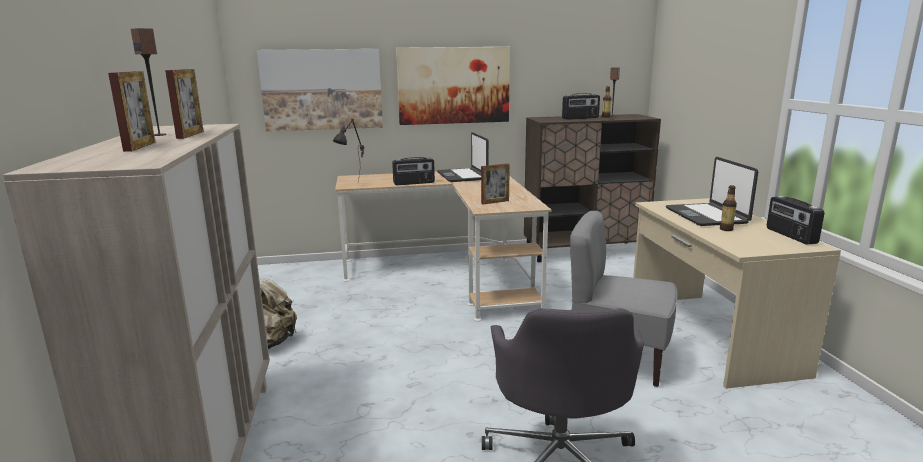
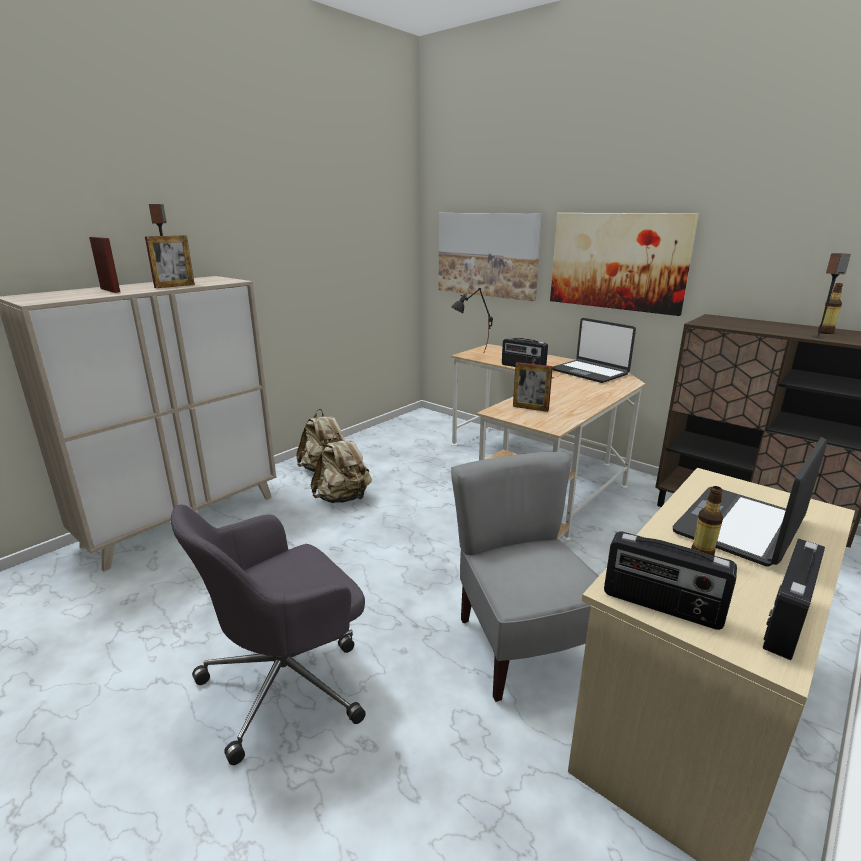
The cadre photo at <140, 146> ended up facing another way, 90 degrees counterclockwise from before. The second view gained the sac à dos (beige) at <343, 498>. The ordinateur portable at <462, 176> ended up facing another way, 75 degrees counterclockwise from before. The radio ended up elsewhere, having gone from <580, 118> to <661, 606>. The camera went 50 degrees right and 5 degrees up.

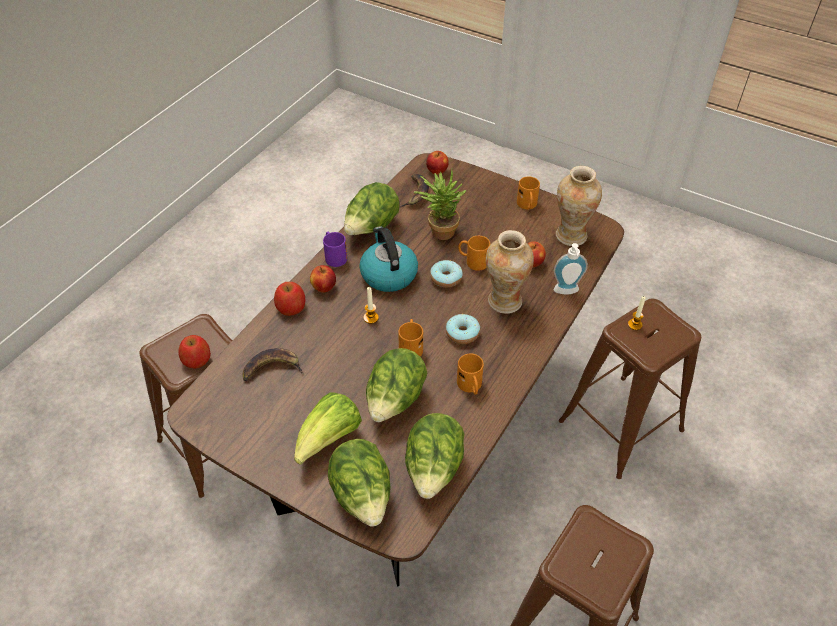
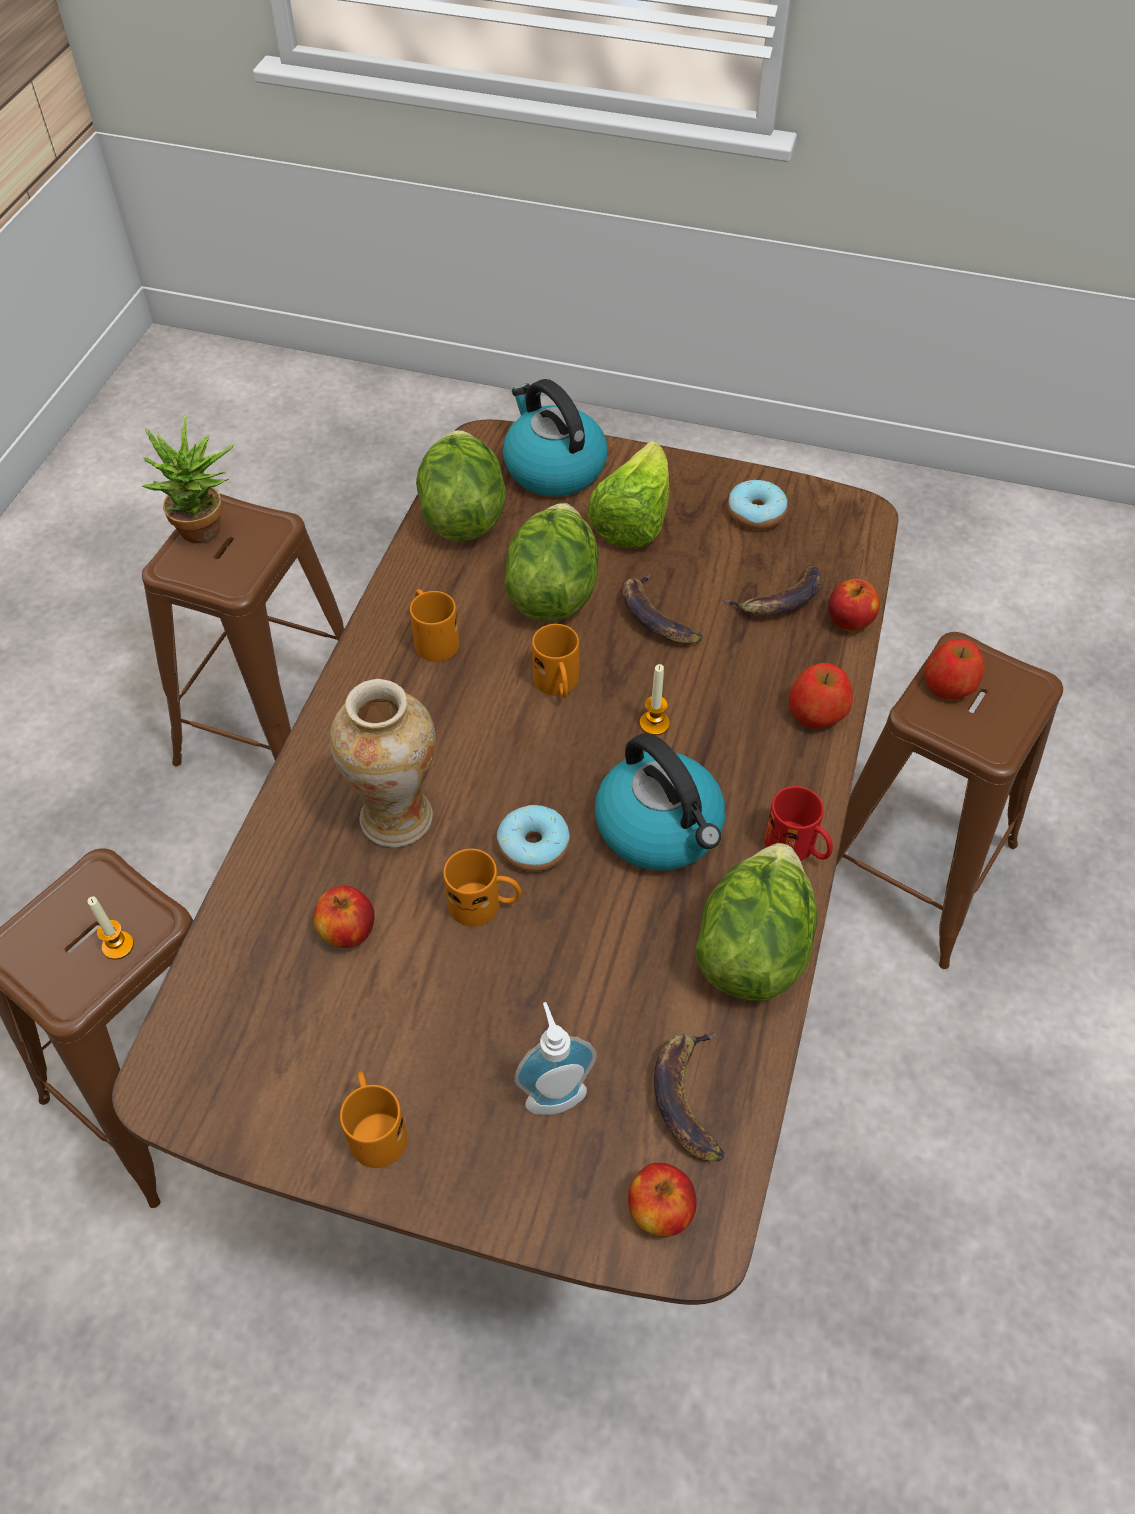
The plante en pot ended up elsewhere, having gone from <439, 230> to <207, 533>. Where the laitue stood at <363, 496>, the bouilloire came to stand at <553, 468>. The distributeur de savon ended up elsewhere, having gone from <566, 292> to <553, 1091>. The second view gained the banane at <656, 617>. The beignet ended up elsewhere, having gone from <462, 333> to <756, 513>. What was the mug (violet) at <334, 256> turned into the mug (rouge) at <798, 847>. The pomme ended up elsewhere, having gone from <324, 287> to <849, 621>. The second view lost the vase at <571, 236>. The camera went 165 degrees right and 5 degrees up.

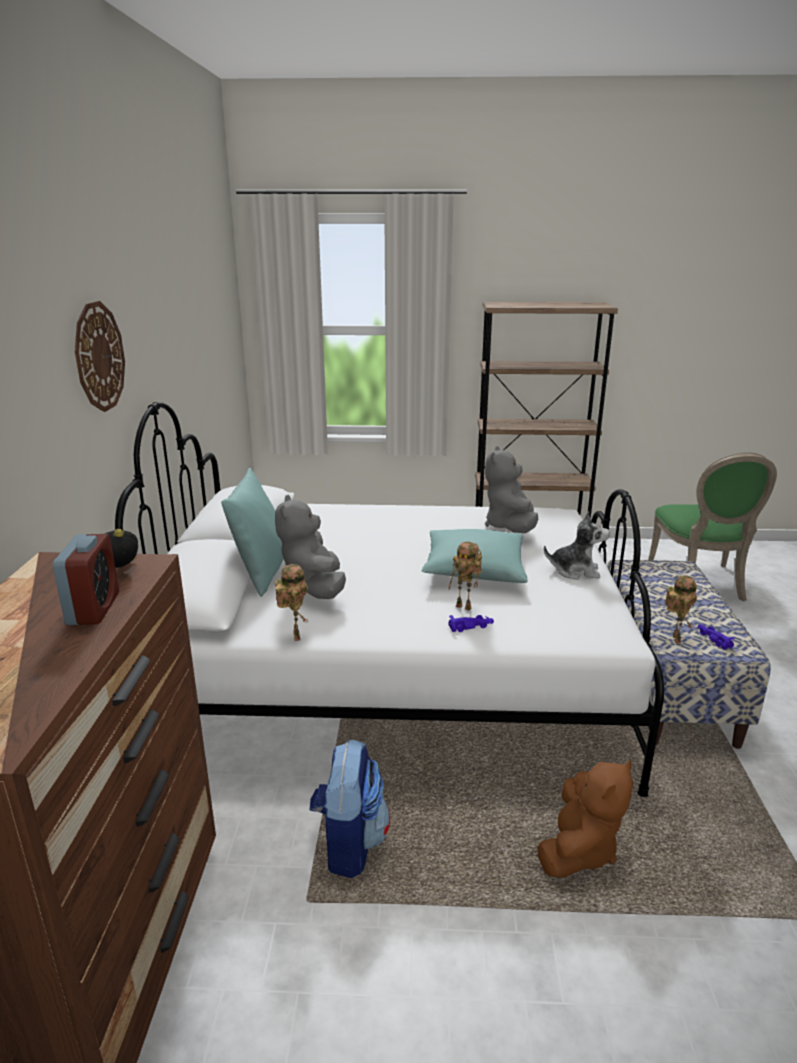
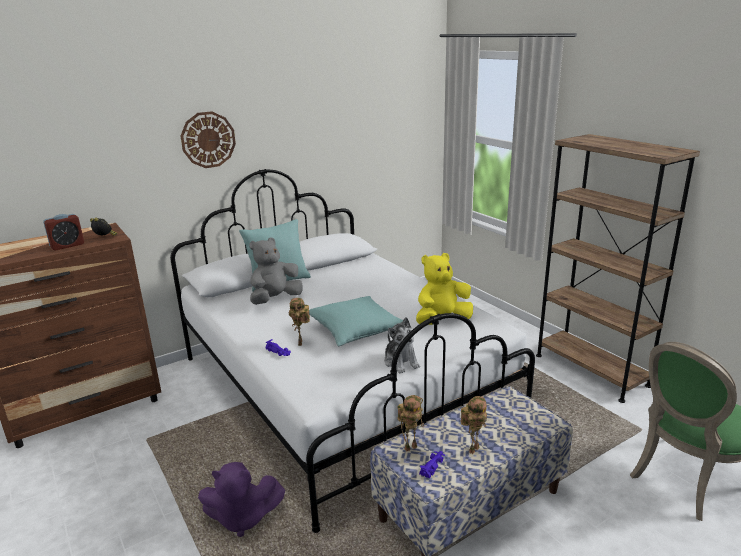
What was the peluche (marron) at <579, 849> turned into the peluche (violet) at <242, 518>. What was the peluche (gris) at <510, 527> turned into the peluche (jaune) at <442, 320>. The robot jouet ended up elsewhere, having gone from <294, 636> to <473, 448>. The second view lost the sac à dos at <349, 843>. The camera went 55 degrees right and 0 degrees up.

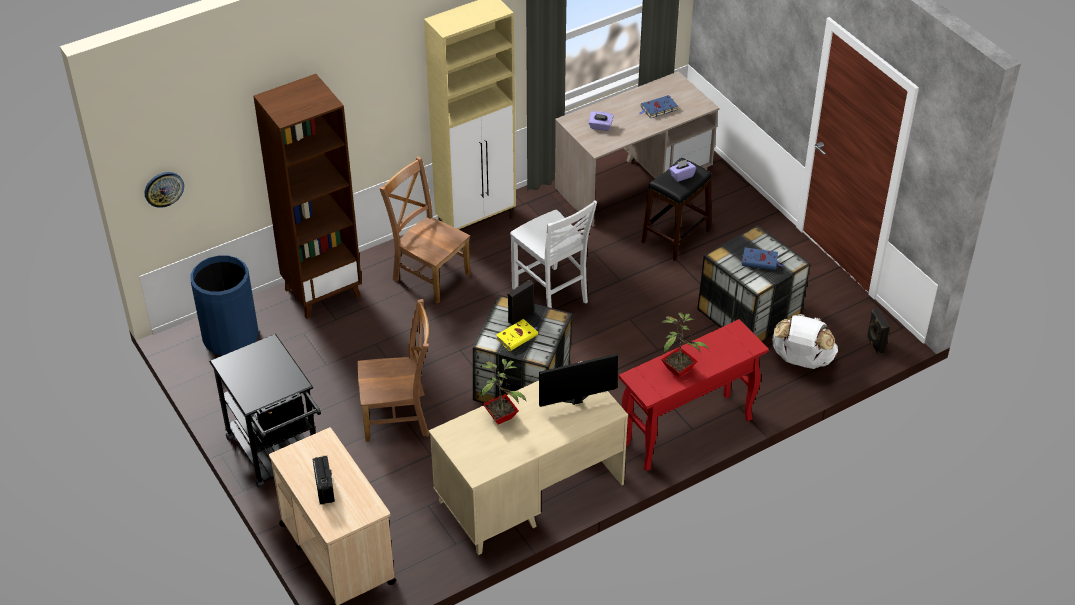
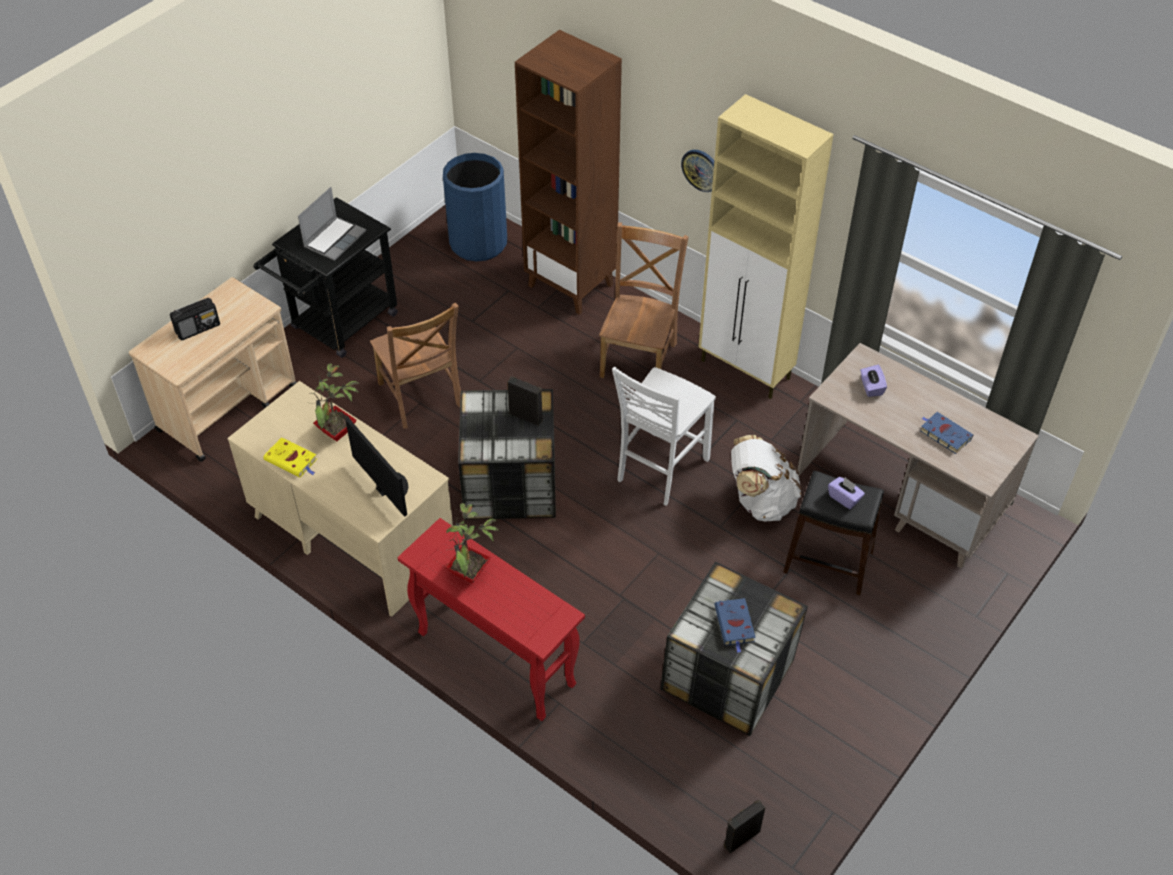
The livre (jaune) ended up elsewhere, having gone from <517, 336> to <292, 460>. The second view gained the ordinateur portable at <334, 239>. The horloge murale ended up elsewhere, having gone from <163, 188> to <702, 170>. The sac à dos (blanc) ended up elsewhere, having gone from <801, 360> to <760, 501>. The camera went 70 degrees right and 5 degrees up.

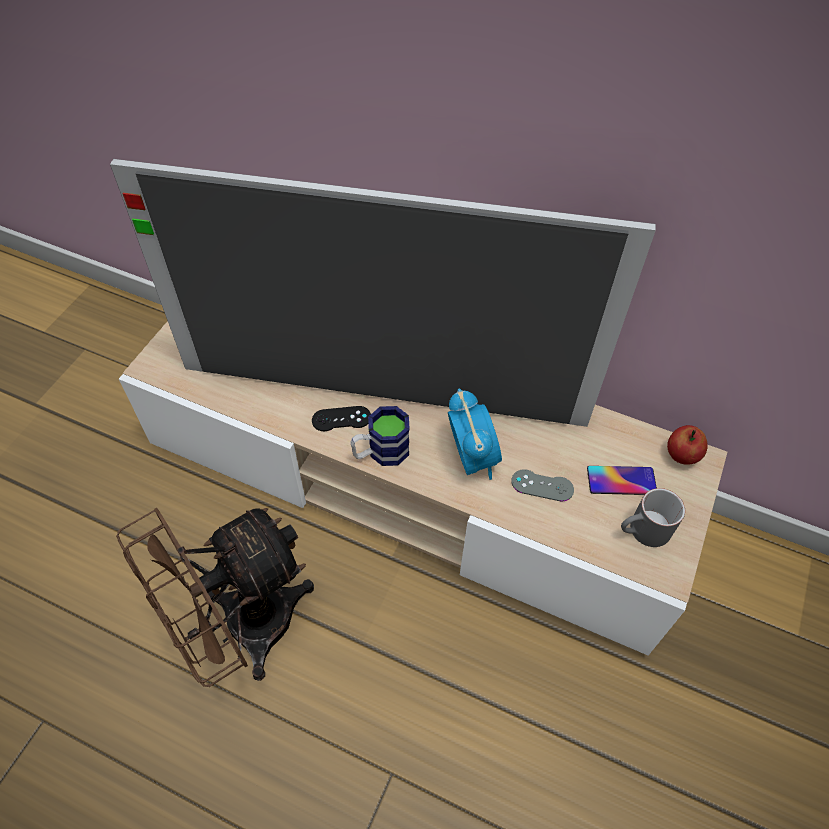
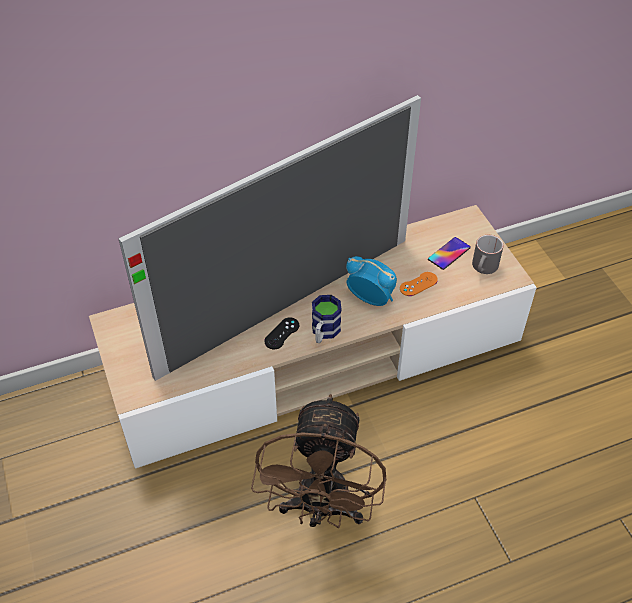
What was the manette (gris) at <542, 485> turned into the manette (orange) at <418, 284>. The second view lost the pomme at <681, 456>. The camera went 45 degrees left and 5 degrees down.

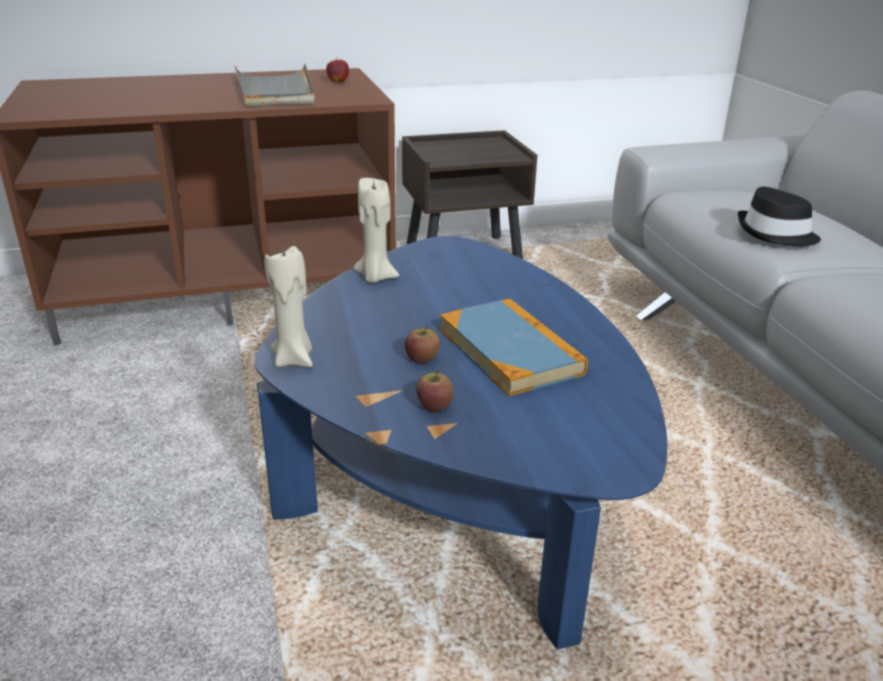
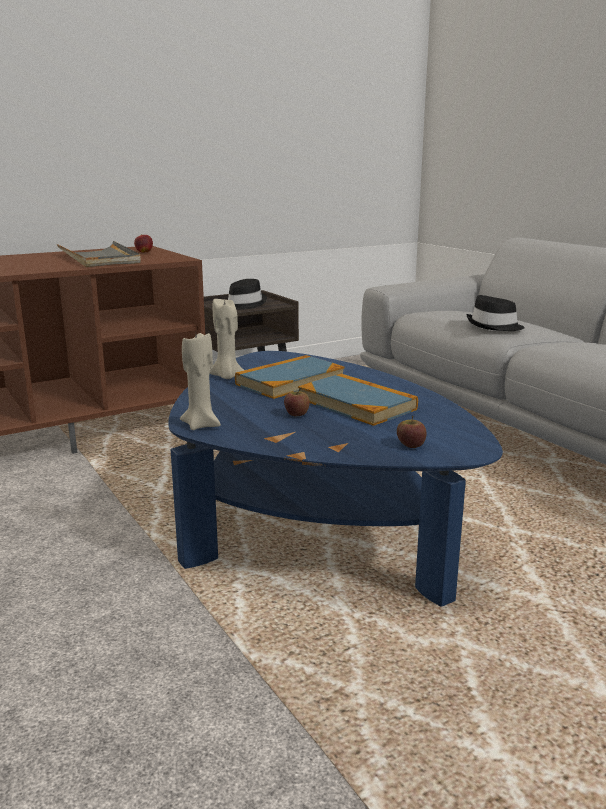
The second view gained the chapeau (noir) at <243, 305>. The second view gained the livre at <290, 381>. The pomme ended up elsewhere, having gone from <434, 405> to <410, 445>. The camera went 15 degrees left and 10 degrees down.

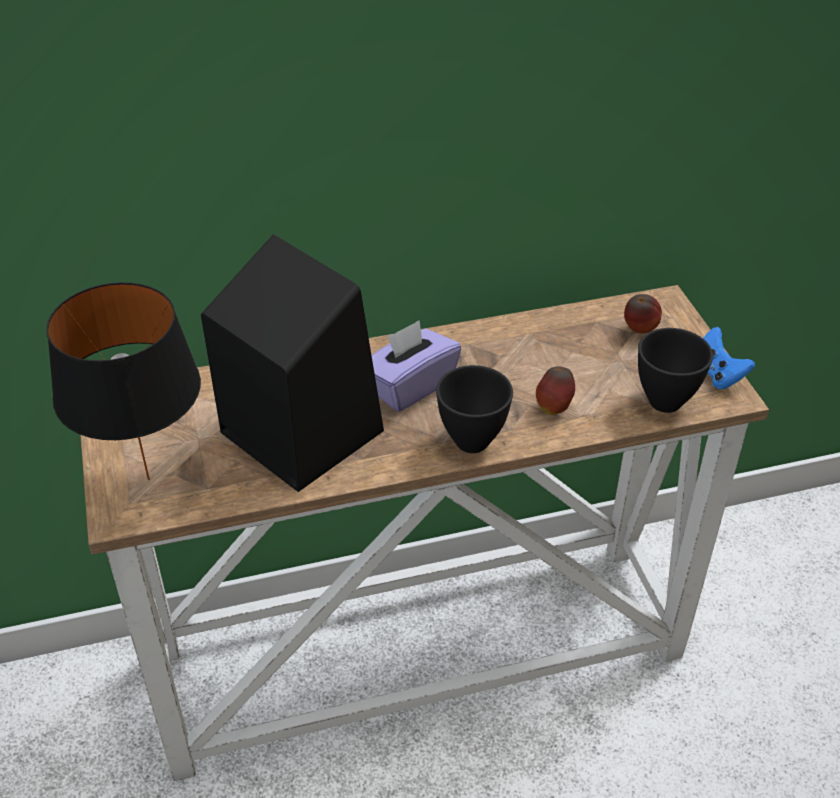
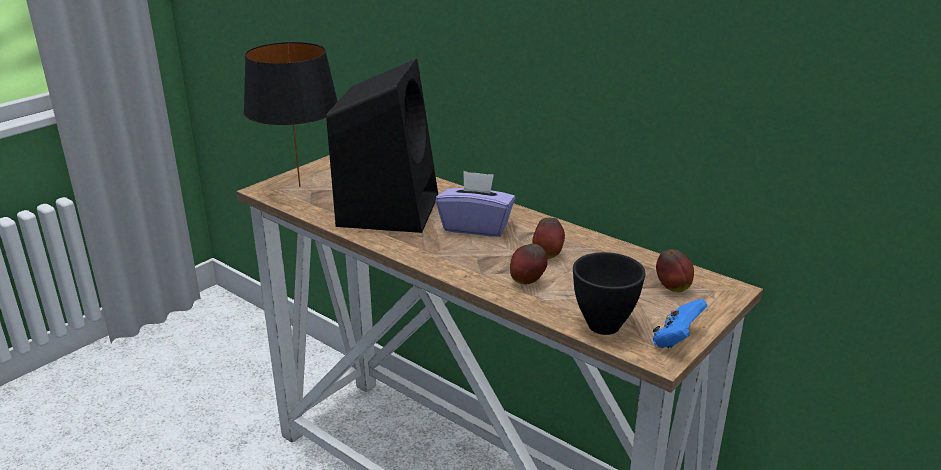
The second view gained the pomme at <548, 255>. The second view lost the bol (noir) at <470, 440>. The camera went 55 degrees right and 15 degrees down.

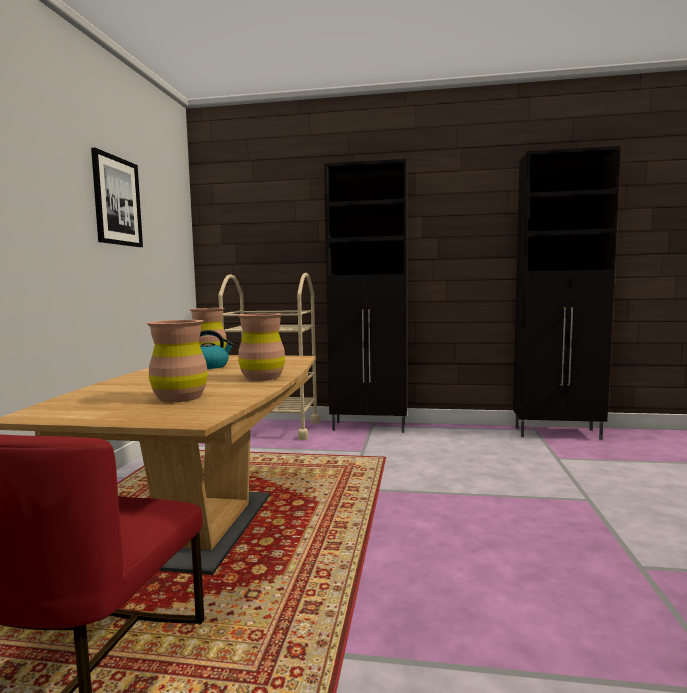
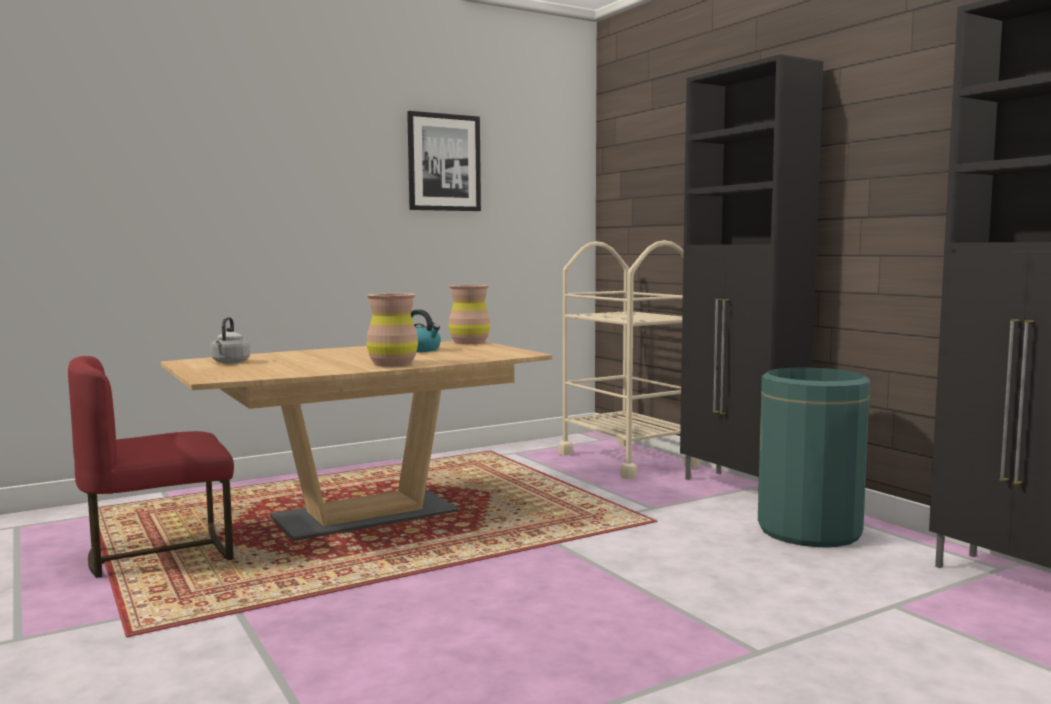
The second view gained the bouilloire (gris) at <230, 362>. The second view gained the poubelle (vert) at <809, 531>. The second view lost the vase (marron) at <180, 397>. The camera went 50 degrees right and 0 degrees up.

